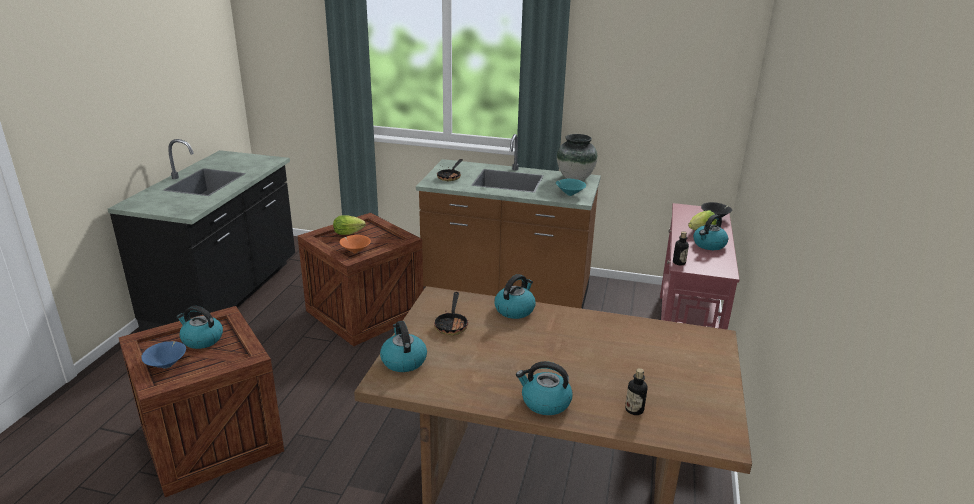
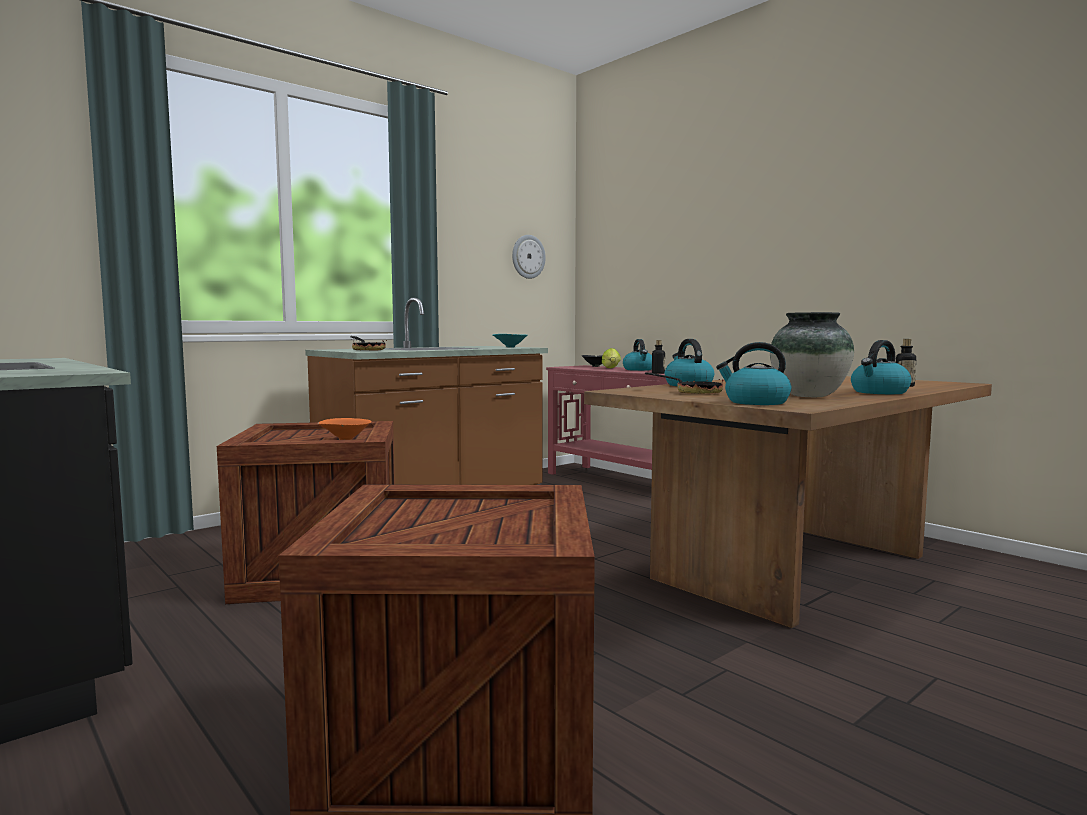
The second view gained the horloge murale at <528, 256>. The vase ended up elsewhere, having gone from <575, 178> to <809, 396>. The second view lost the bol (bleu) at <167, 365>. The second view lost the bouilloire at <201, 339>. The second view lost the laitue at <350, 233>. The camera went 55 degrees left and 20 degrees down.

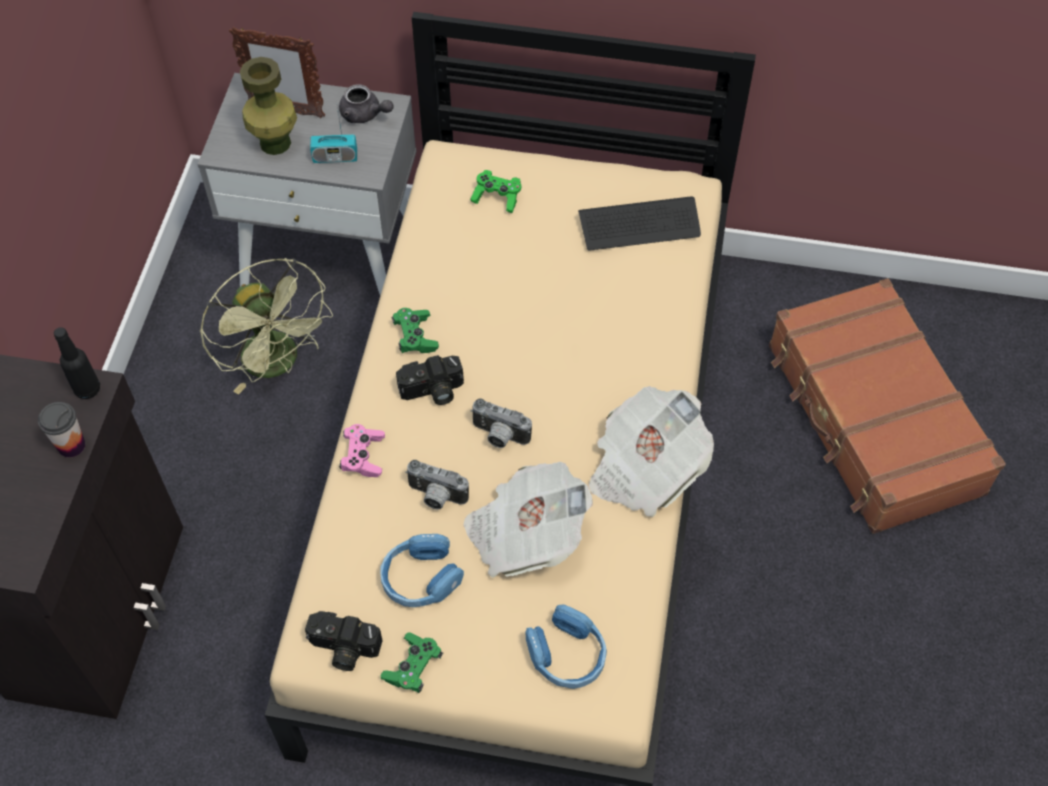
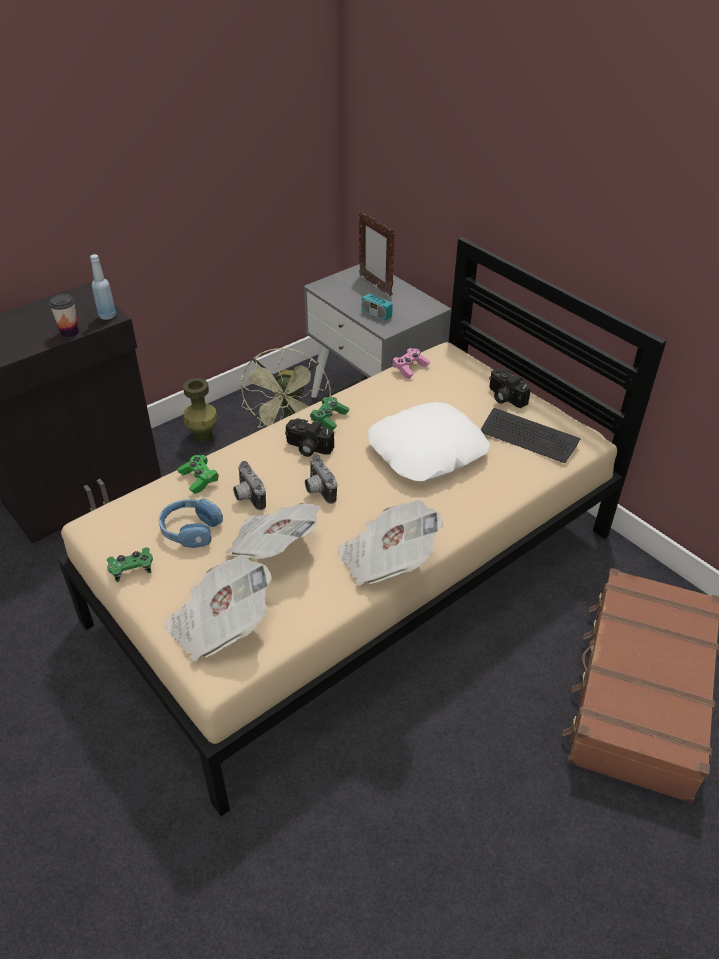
What was the bouteille (noir) at <87, 389> turned into the bouteille (bleu) at <107, 316>. Where the casque audio (bleu) stood at <567, 655>, the journal came to stand at <220, 625>. The manette (vert) ended up elsewhere, having gone from <497, 197> to <199, 479>. The vase (vert) ended up elsewhere, having gone from <275, 143> to <203, 436>. The second view gained the coussin (blanc) at <427, 451>. The manette (rose) ended up elsewhere, having gone from <363, 456> to <410, 368>. The appareil photo ended up elsewhere, having gone from <343, 649> to <504, 397>. The second view lost the théière (gris) at <365, 115>. The camera went 40 degrees right and 15 degrees down.

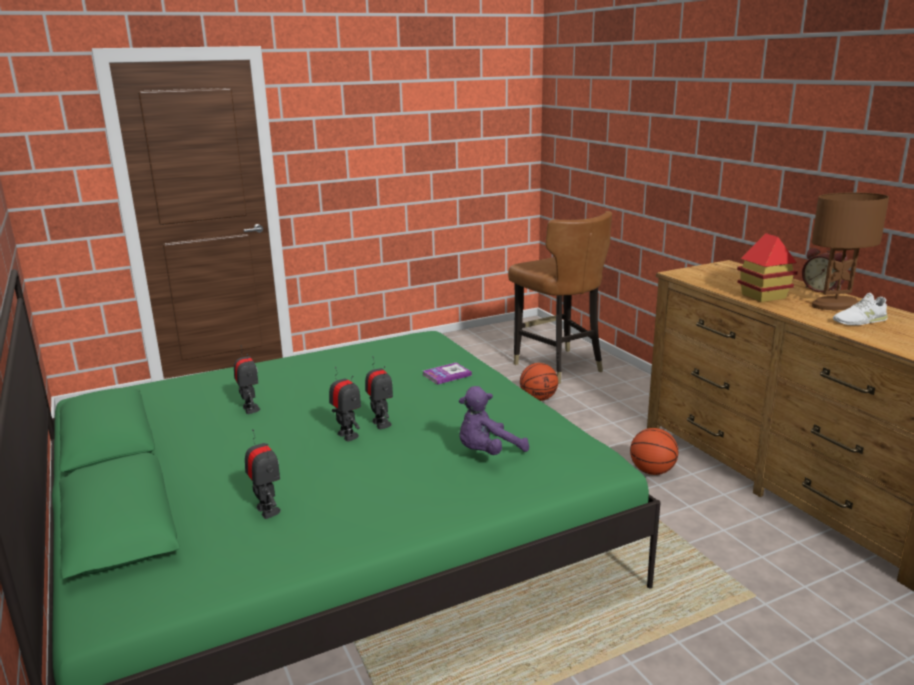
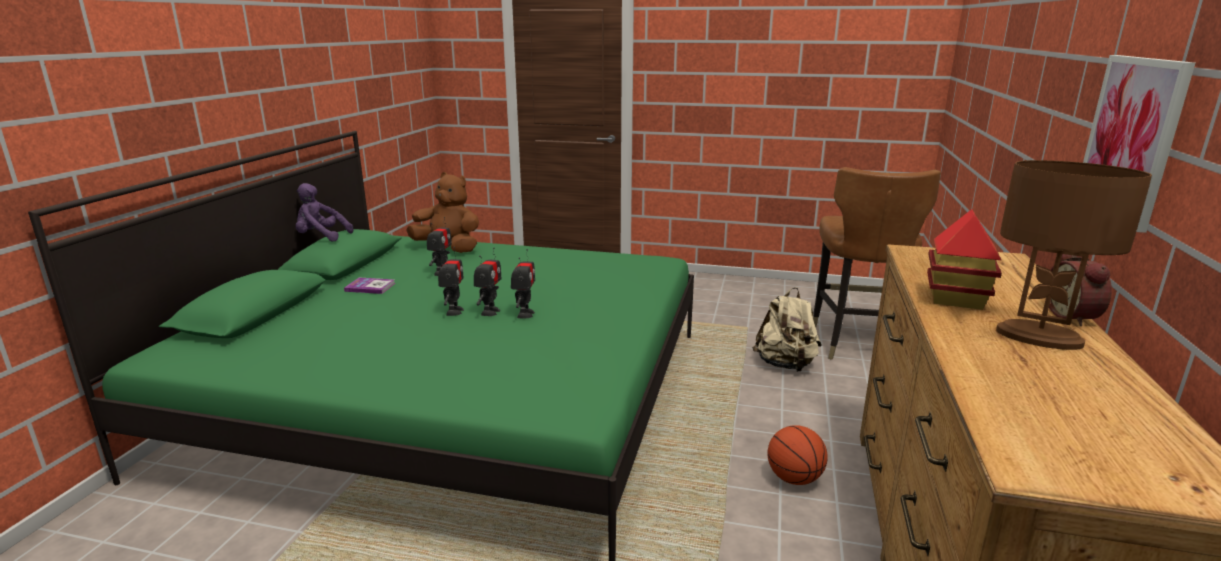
The peluche (violet) ended up elsewhere, having gone from <487, 452> to <321, 237>. The livre ended up elsewhere, having gone from <447, 375> to <370, 287>. The second view gained the peluche (marron) at <448, 248>. The robot jouet ended up elsewhere, having gone from <267, 510> to <525, 314>. Where the ballon de basket stood at <538, 399>, the sac à dos (beige) came to stand at <785, 365>. The second view gained the tableau at <1131, 138>. The second view lost the chaussure (blanc) at <859, 321>. The camera went 40 degrees right and 0 degrees up.

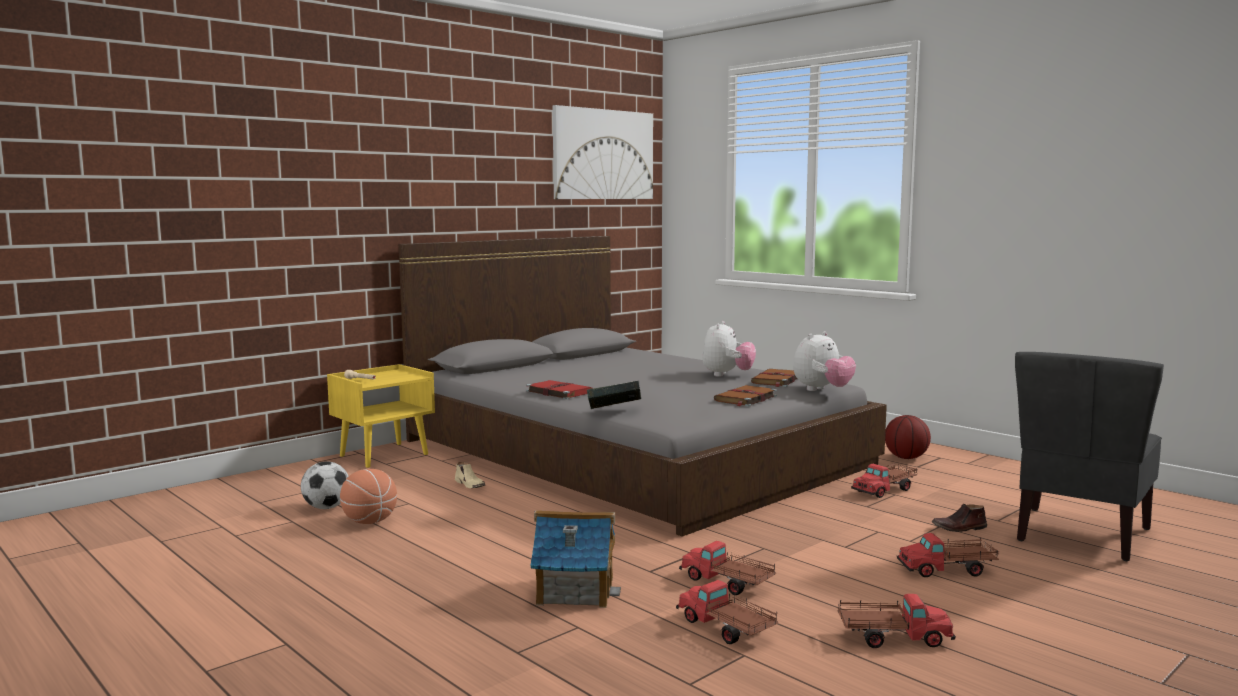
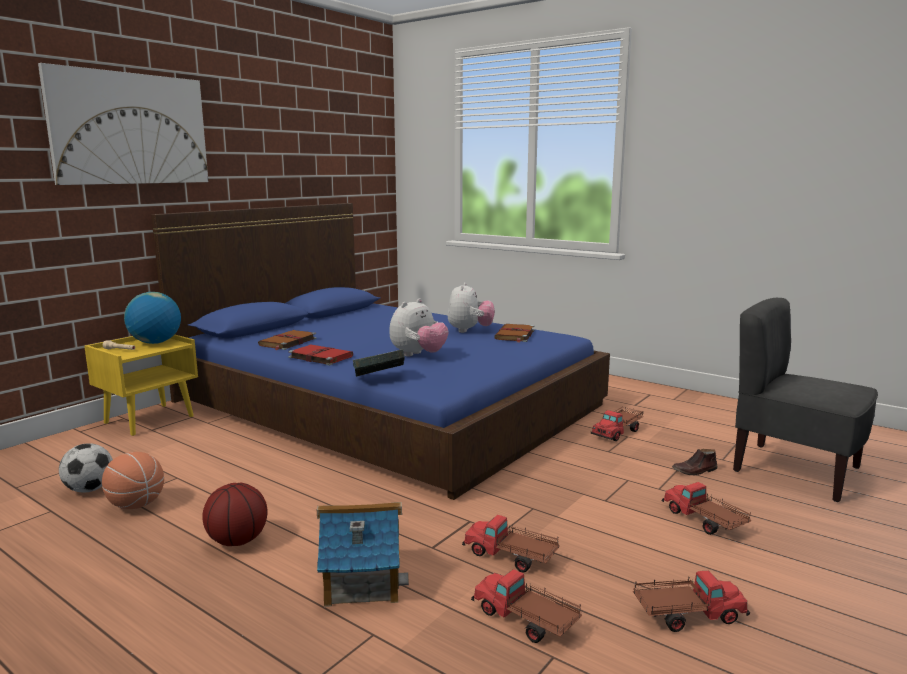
The tableau ended up elsewhere, having gone from <603, 154> to <130, 129>. The second view gained the globe at <155, 342>. What was the lit (gris) at <632, 451> turned into the lit (bleu) at <387, 402>. The ballon de basket ended up elsewhere, having gone from <905, 458> to <237, 541>. The livre (marron) ended up elsewhere, having gone from <745, 398> to <287, 342>. The peluche ended up elsewhere, having gone from <822, 390> to <418, 355>. The camion jouet at <948, 570> ended up facing another way, 75 degrees clockwise from before. The chaise (gris) at <1080, 534> ended up facing another way, 105 degrees clockwise from before. The second view lost the chaussure (beige) at <470, 485>. The camera went 10 degrees left and 5 degrees up.

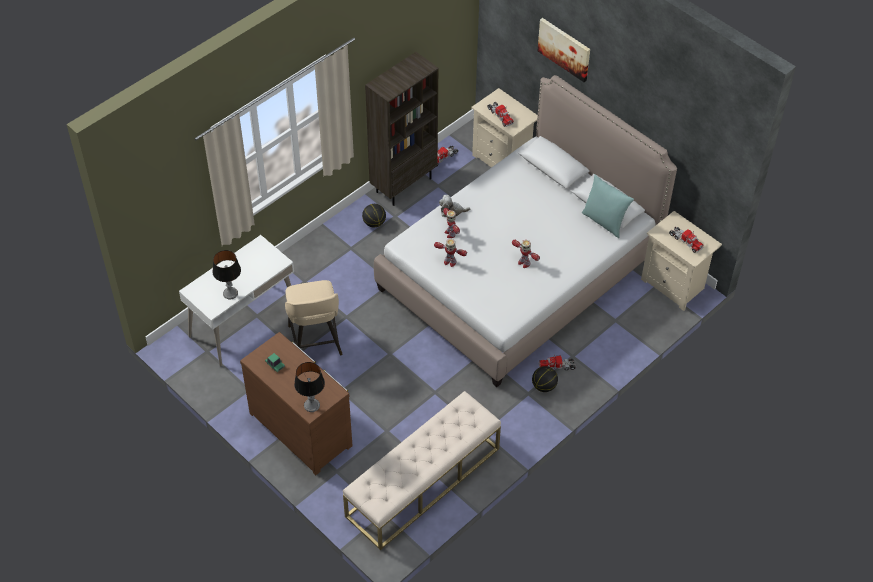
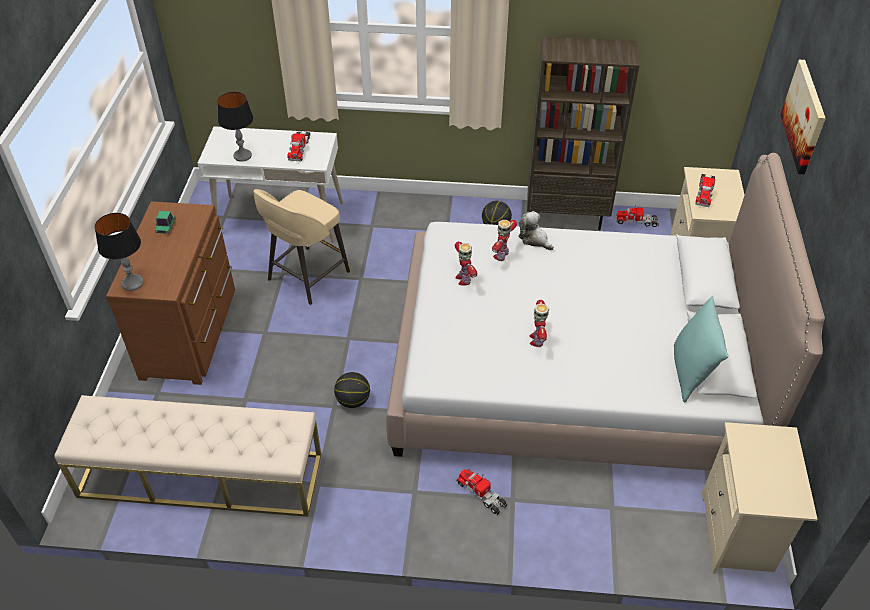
The camion jouet ended up elsewhere, having gone from <685, 241> to <299, 148>. The ballon de basket ended up elsewhere, having gone from <544, 386> to <353, 400>. The camera went 50 degrees right and 5 degrees down.

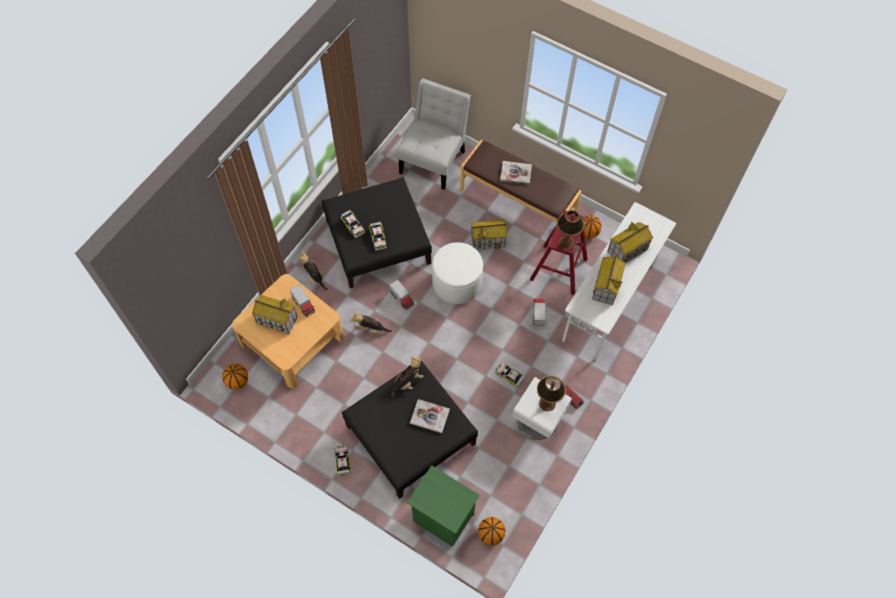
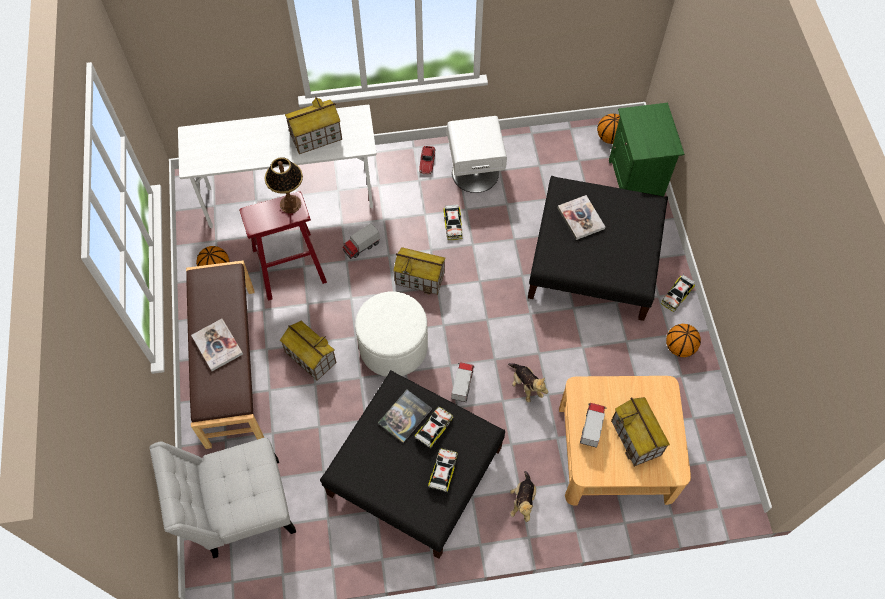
The second view gained the livre at <405, 416>. The maison miniature ended up elsewhere, having gone from <627, 251> to <420, 278>. The ballon de basket ended up elsewhere, having gone from <237, 381> to <679, 347>. The second view lost the peluche at <408, 381>. The second view lost the lampe de table at <547, 403>. The camera went 130 degrees left and 0 degrees up.

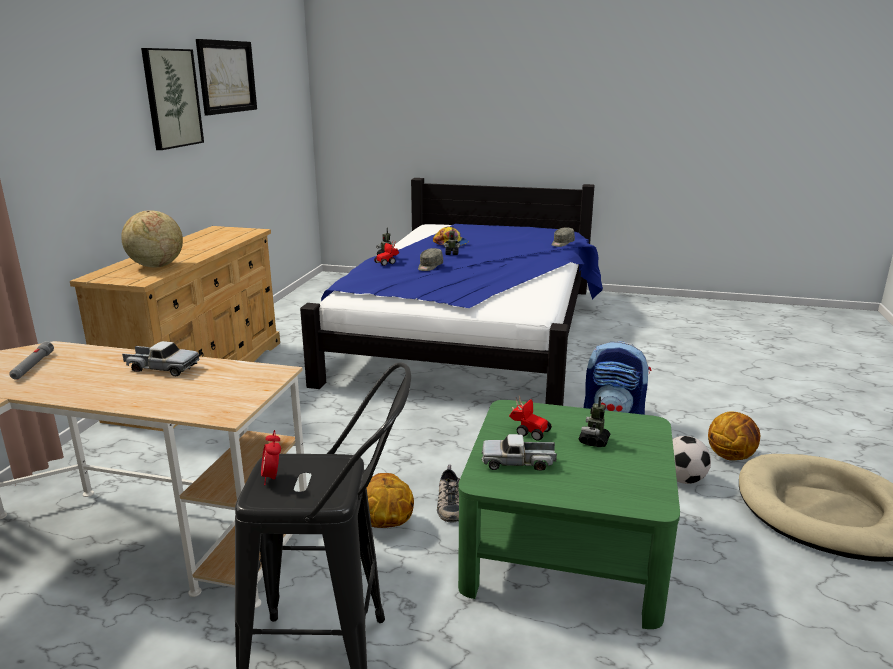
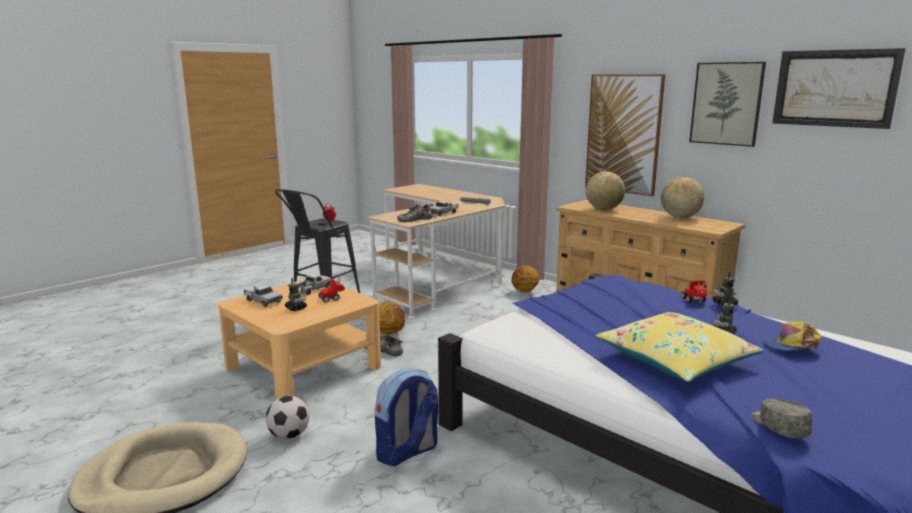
What was the table basse (vert) at <566, 548> turned into the table basse (beige) at <302, 367>. The second view gained the camion jouet at <262, 301>. The second view gained the chaussure at <415, 219>. The ballon de basket ended up elsewhere, having gone from <731, 456> to <524, 291>. The second view gained the tableau at <623, 134>. The second view gained the coussin (jaune) at <675, 359>. The second view gained the globe at <680, 217>. The second view lost the casquette (gris) at <429, 266>. The camera went 120 degrees right and 5 degrees down.

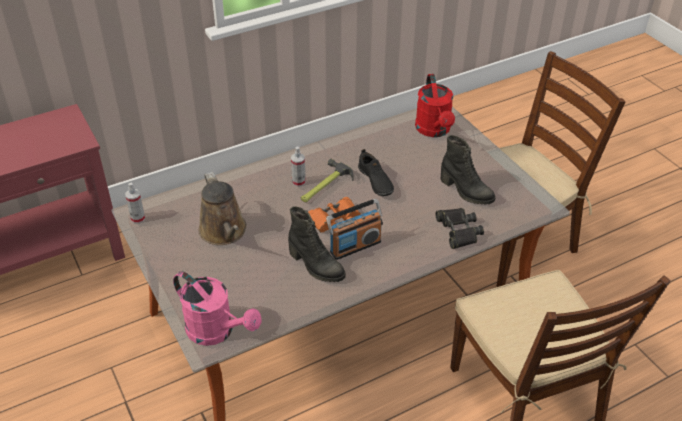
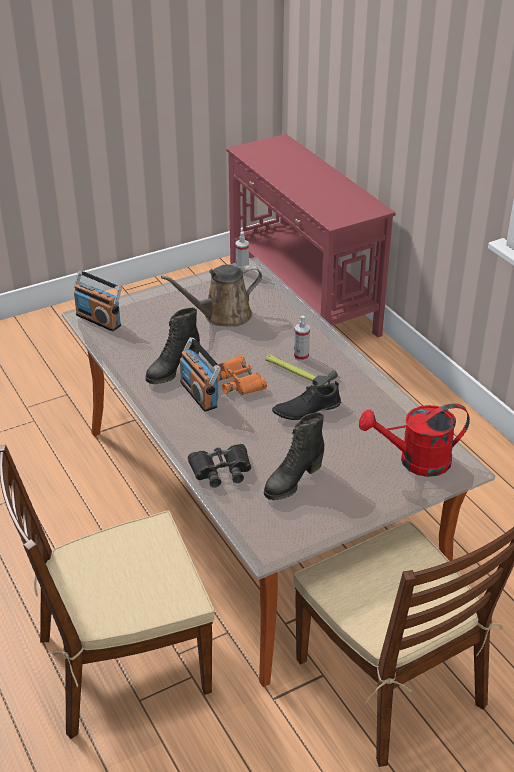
Where the arrosoir (rose) stood at <217, 331>, the radio came to stand at <99, 320>. The camera went 90 degrees right and 5 degrees down.

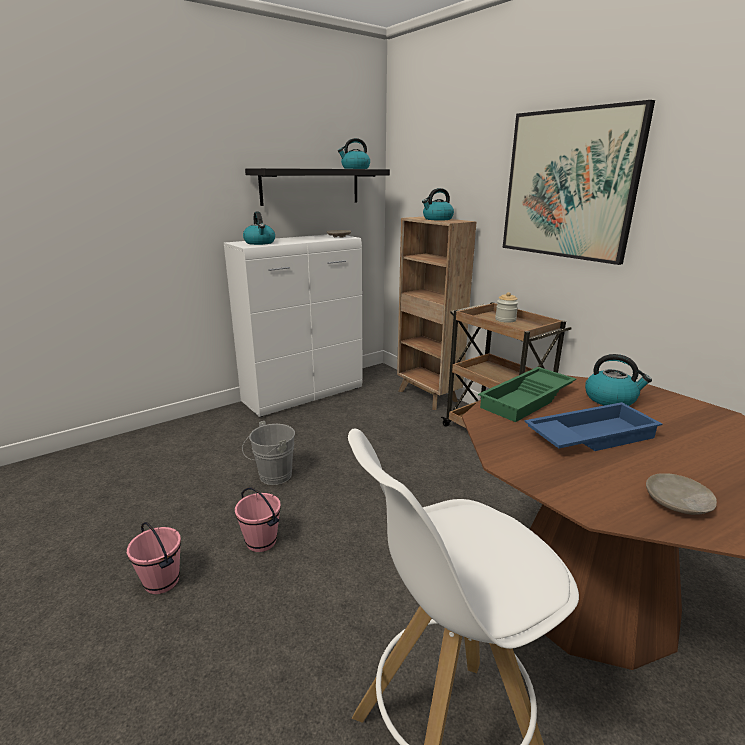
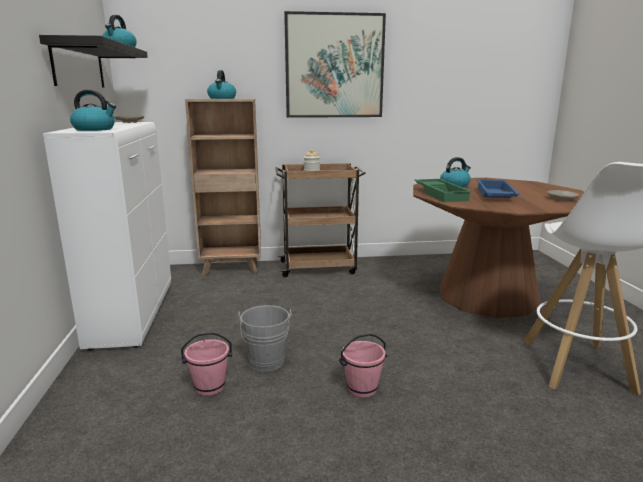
The seau (rose) ended up elsewhere, having gone from <161, 582> to <209, 388>. The camera went 60 degrees left and 5 degrees down.

